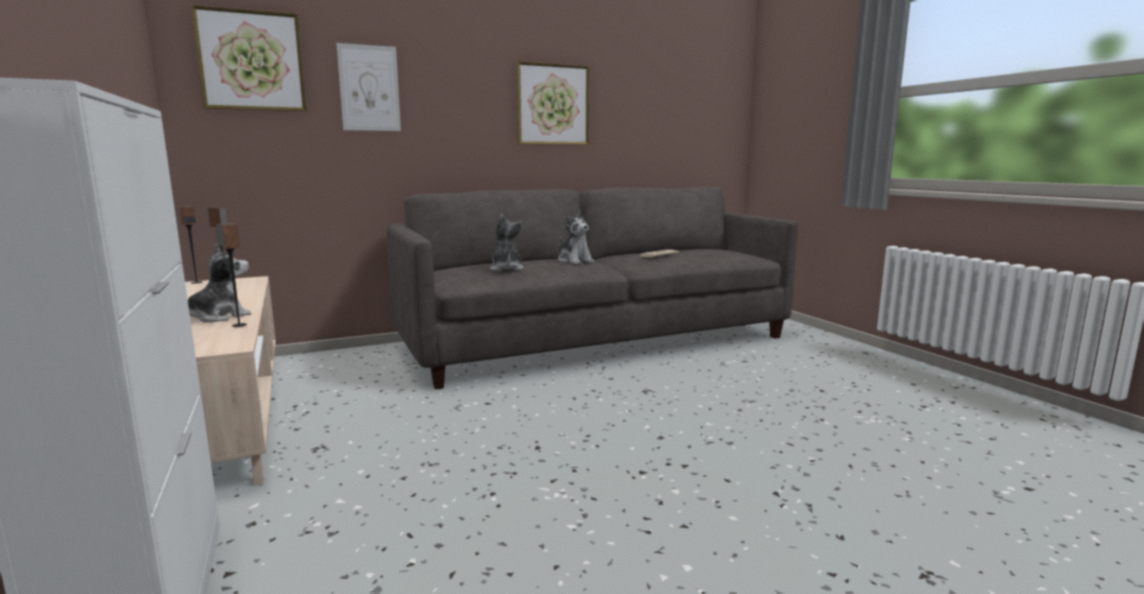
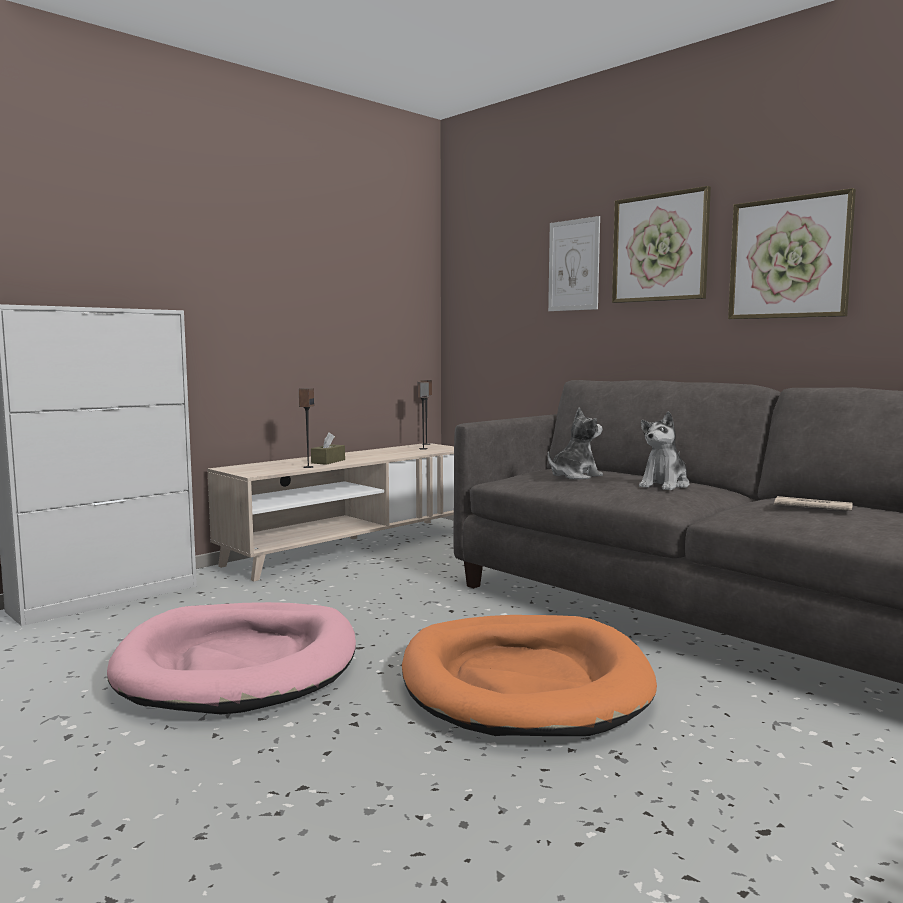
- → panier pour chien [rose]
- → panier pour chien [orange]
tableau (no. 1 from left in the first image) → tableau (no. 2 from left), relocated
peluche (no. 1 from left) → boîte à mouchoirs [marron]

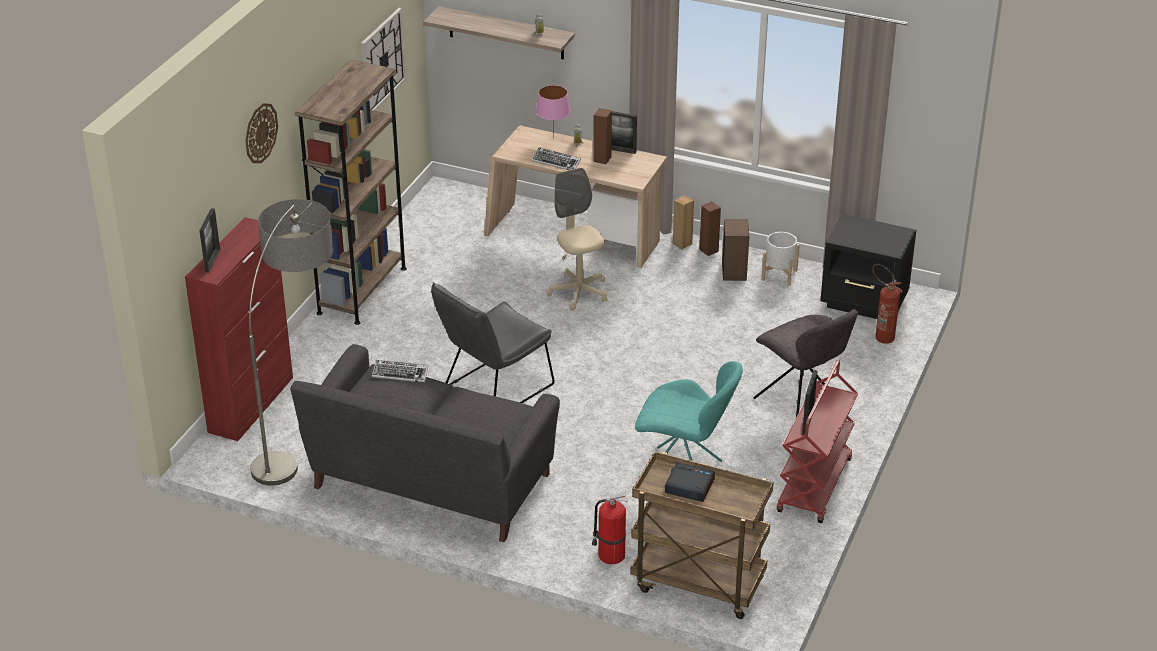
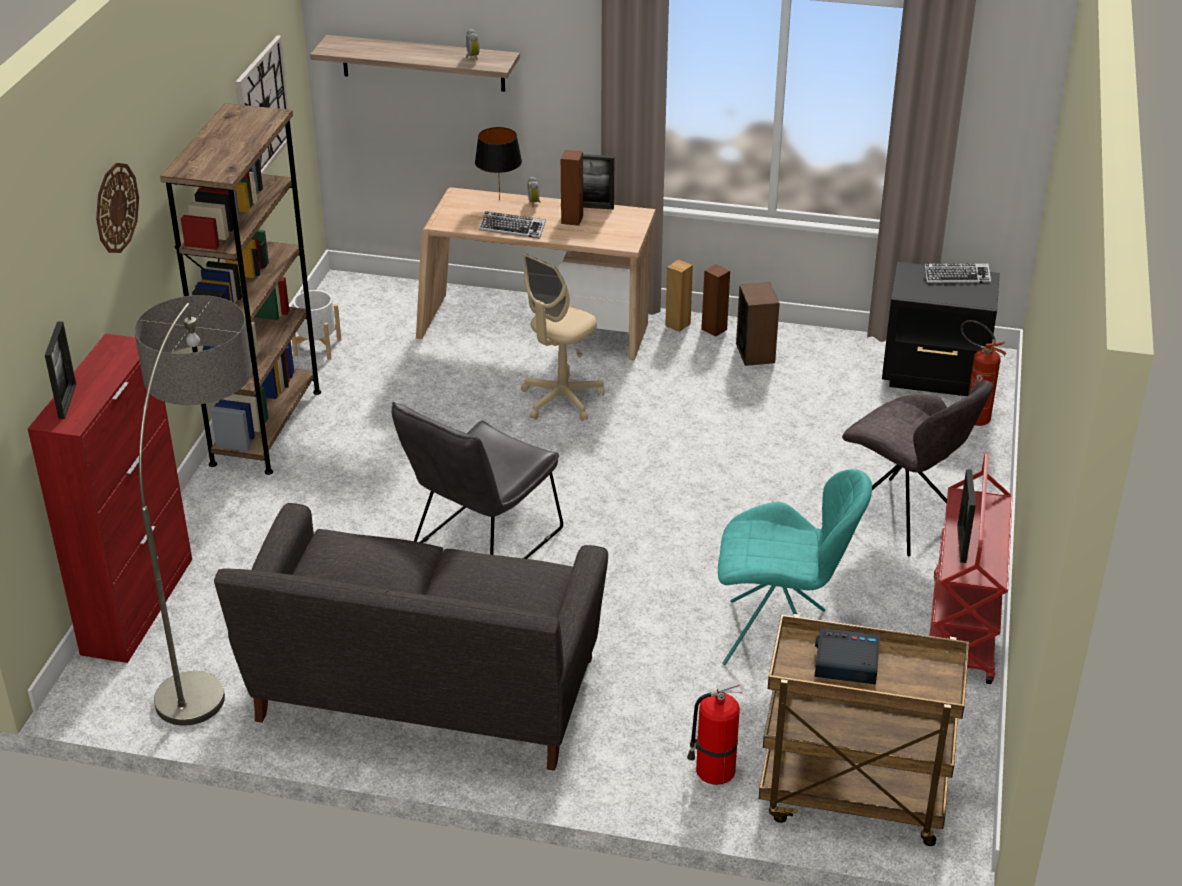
clavier (no. 1 from left in the first image) → clavier (no. 2 from left), relocated
cache-pot [blanc], relocated
lampe de table [rose] → lampe de table [noir]
chaise de bureau [beige], 105 degrees counterclockwise

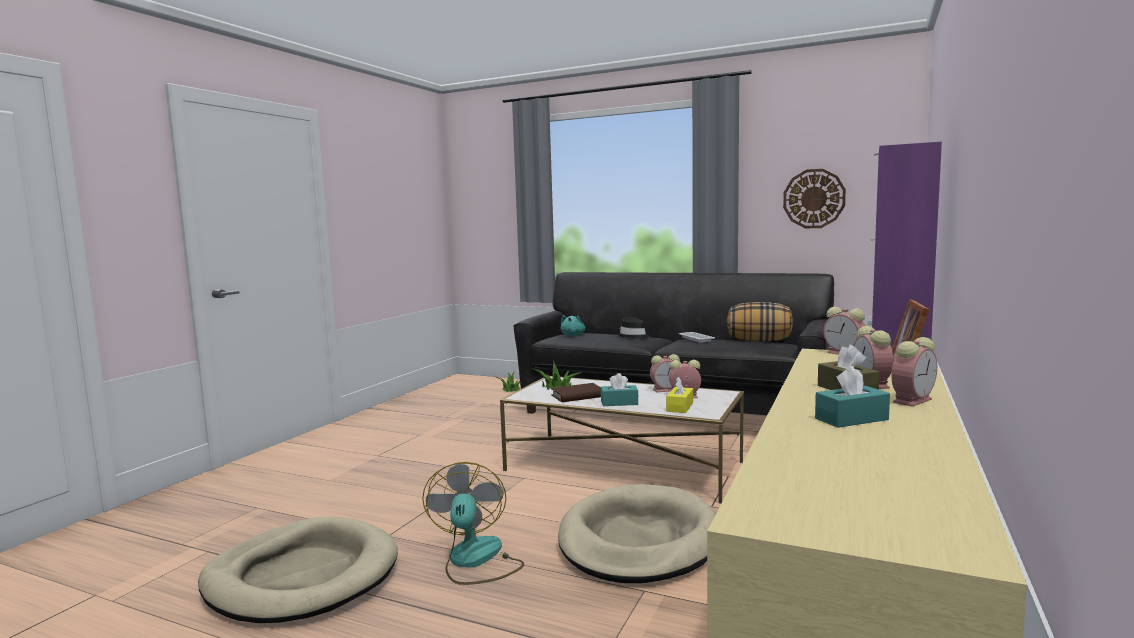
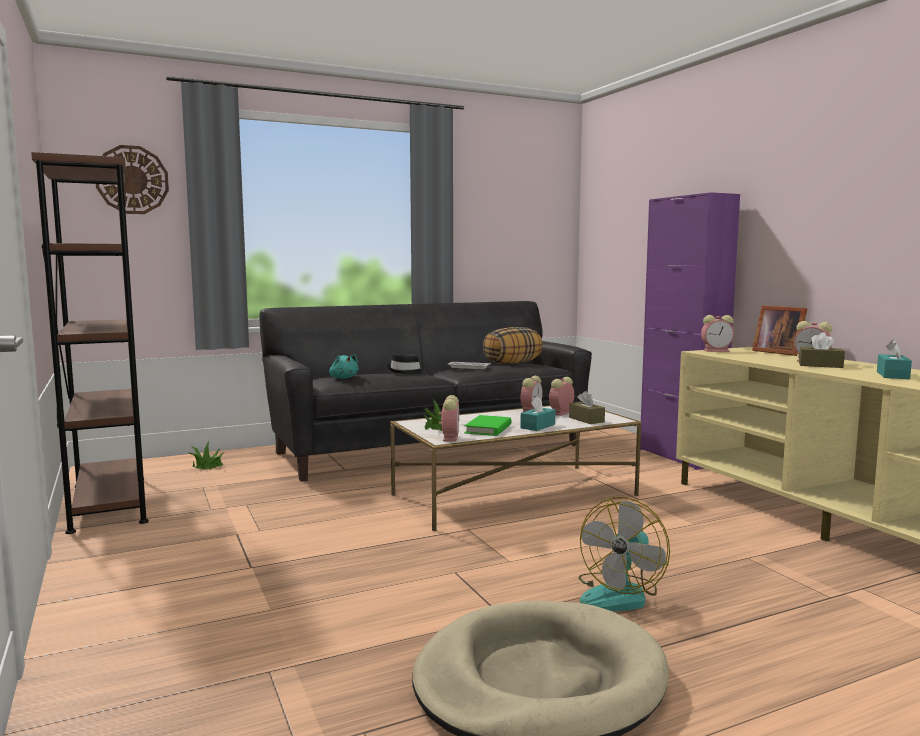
panier pour chien [beige] (no. 2 from left) → -
- → bibliothèque [marron]
horloge murale, relocated
réveil (no. 5 from left in the first image) → réveil (no. 1 from left), relocated
livre [marron] → livre [vert]
boîte à mouchoirs [jaune] → boîte à mouchoirs [marron] (no. 1 from left)
ventilateur, 90 degrees counterclockwise

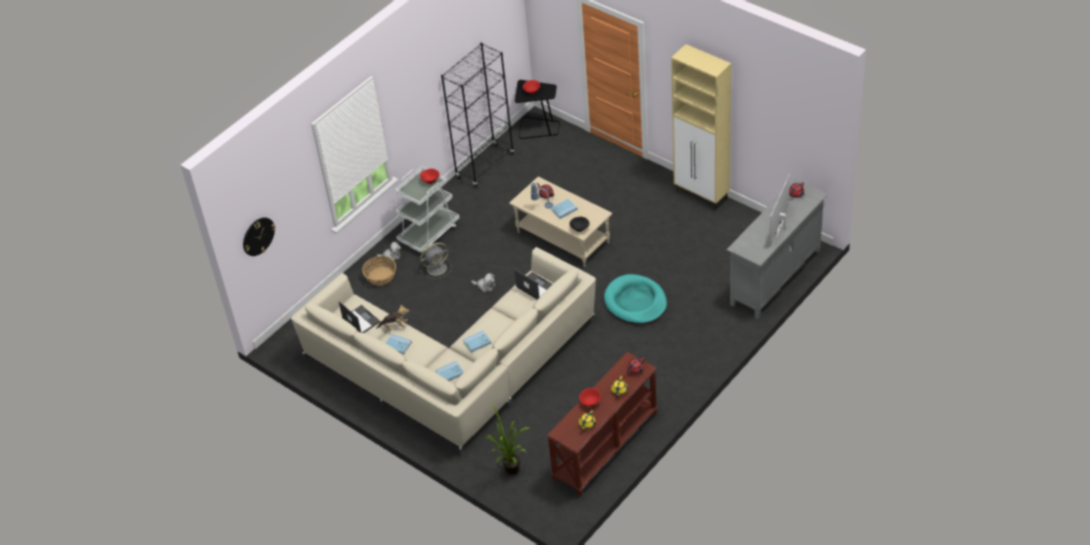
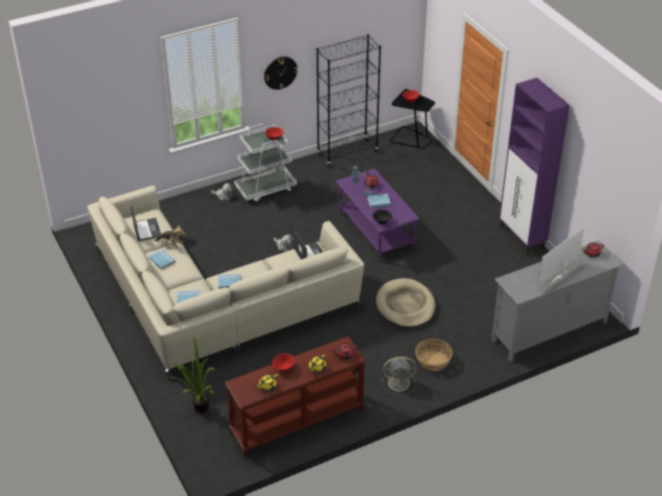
horloge murale, relocated
panier, relocated
ventilateur [gris], relocated
table basse [beige] → table basse [violet]
panier pour chien [turquoise] → panier pour chien [beige]
meuble de rangement [beige] → meuble de rangement [violet]

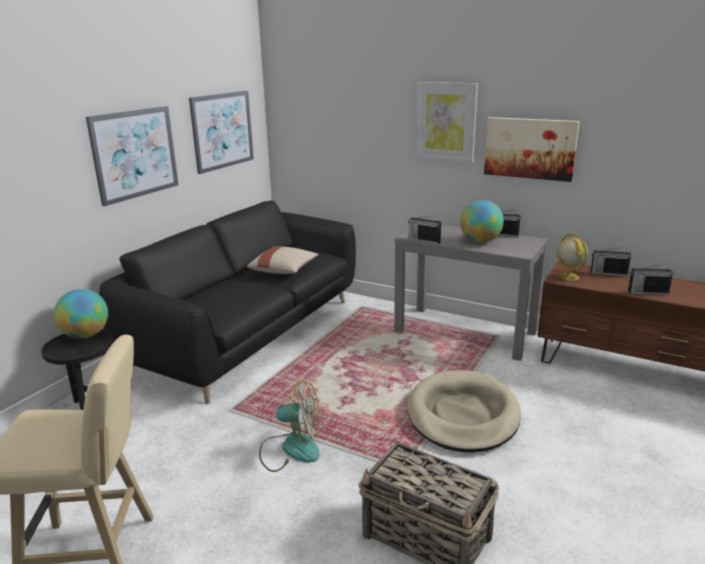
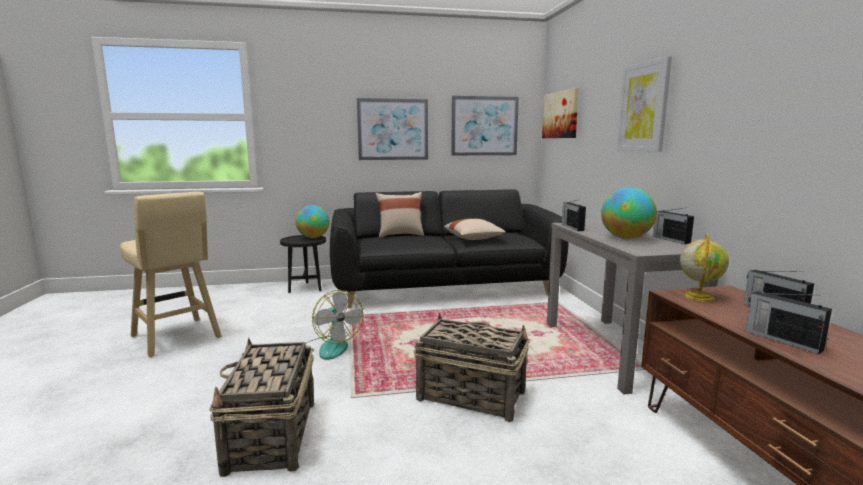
- → coussin [beige] (no. 1 from left)
tableau (no. 4 from left in the first image) → tableau (no. 3 from left), relocated
panier pour chien [beige] → panier (no. 2 from left)

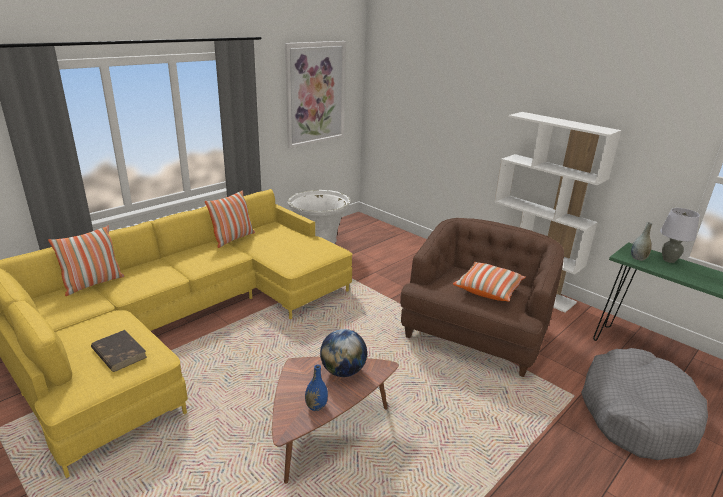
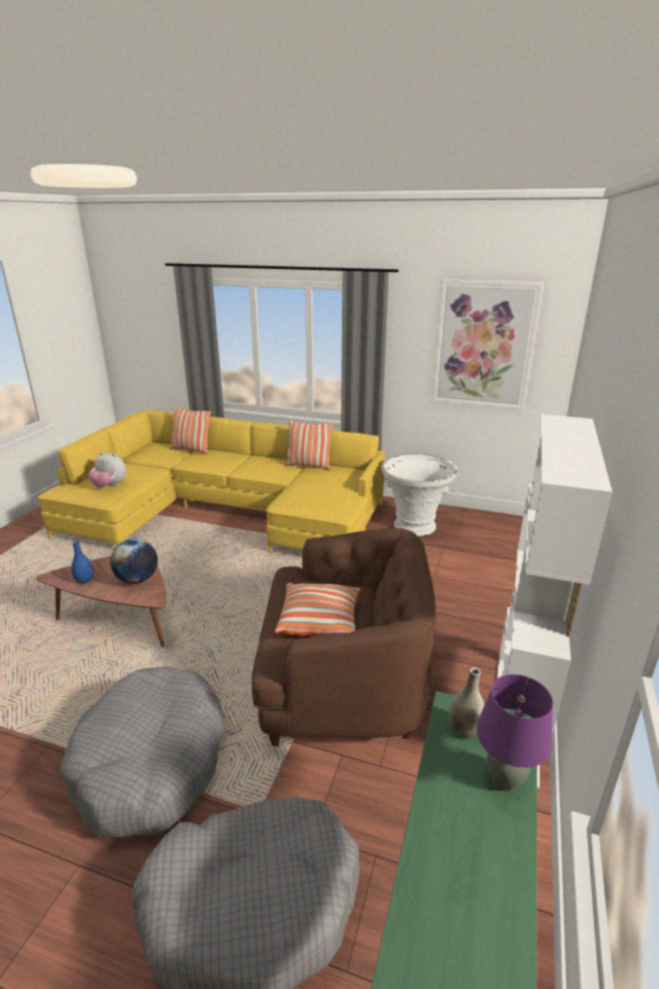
- → panier pour chien [gris] (no. 1 from left)
livre [marron] → peluche
lampe de table [gris] → lampe de table [violet]

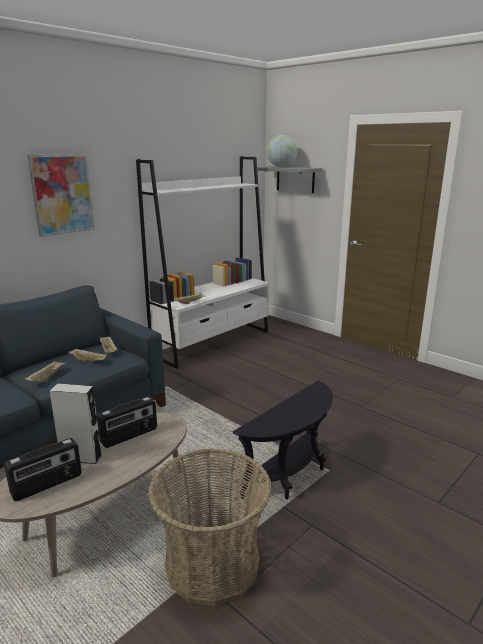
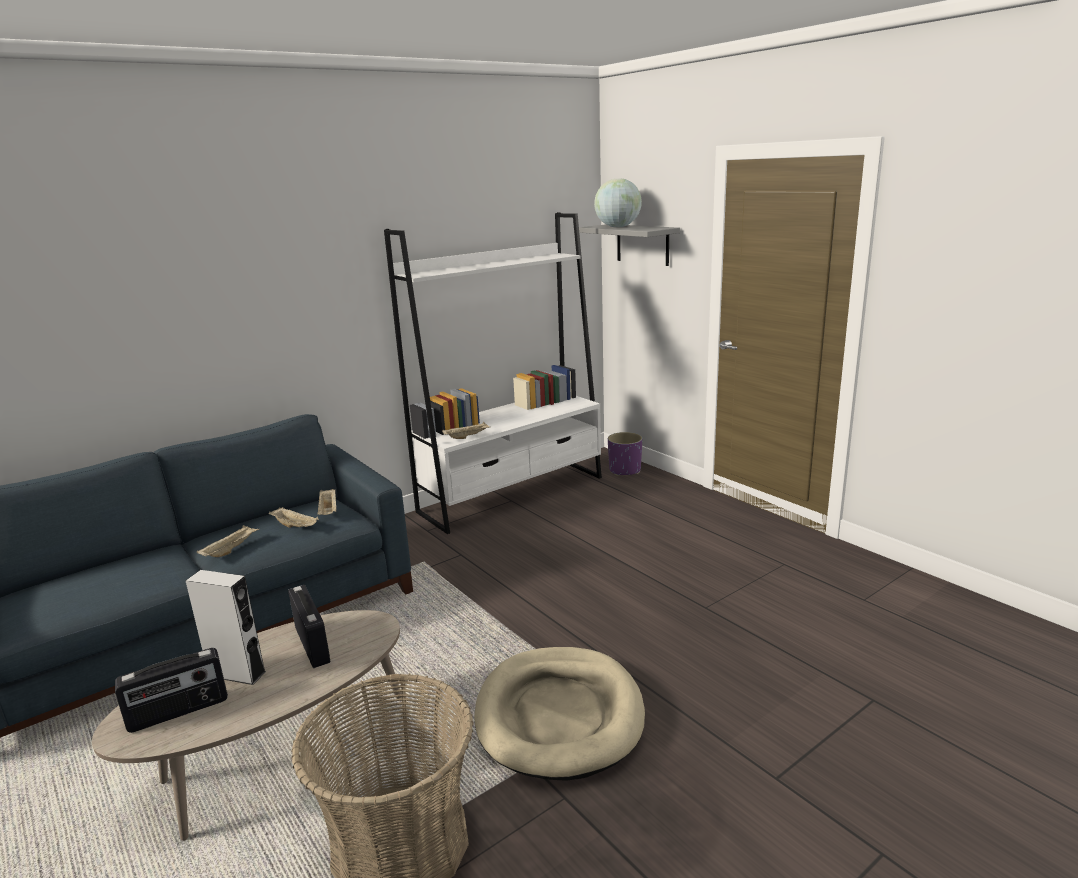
tableau → -
- → cache-pot [violet]
table d'appoint [noir] → panier pour chien [beige]
radio (no. 2 from left), 90 degrees counterclockwise

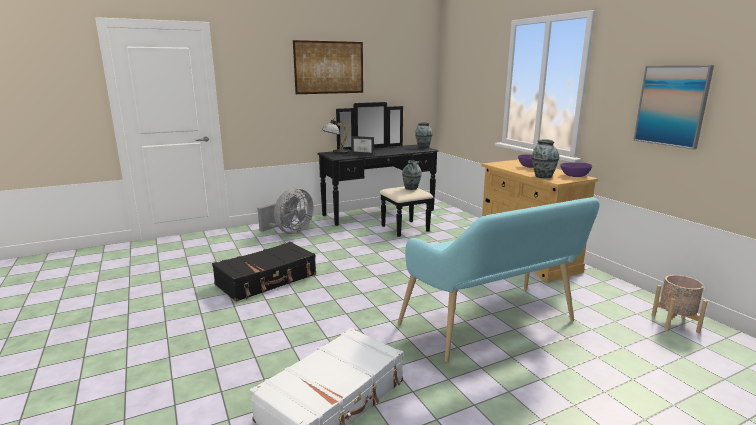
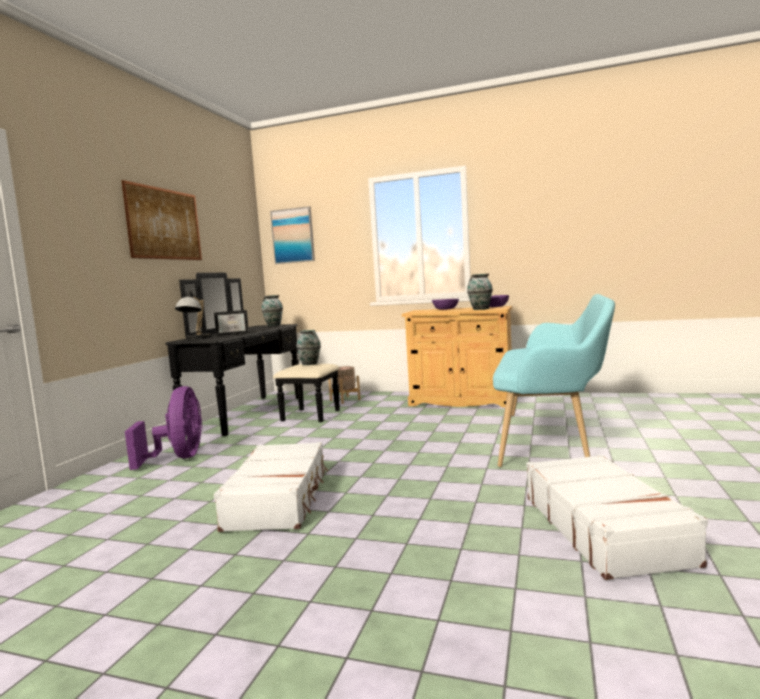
tableau (no. 2 from left), relocated
cache-pot [beige], relocated
valise [noir] → valise [blanc] (no. 1 from left)
ventilateur [gris] → ventilateur [violet]

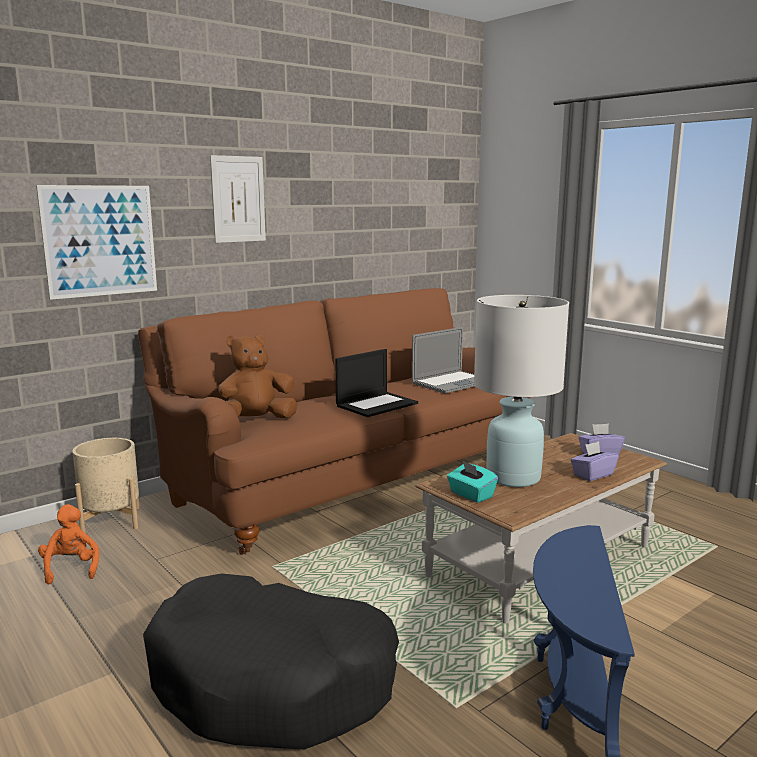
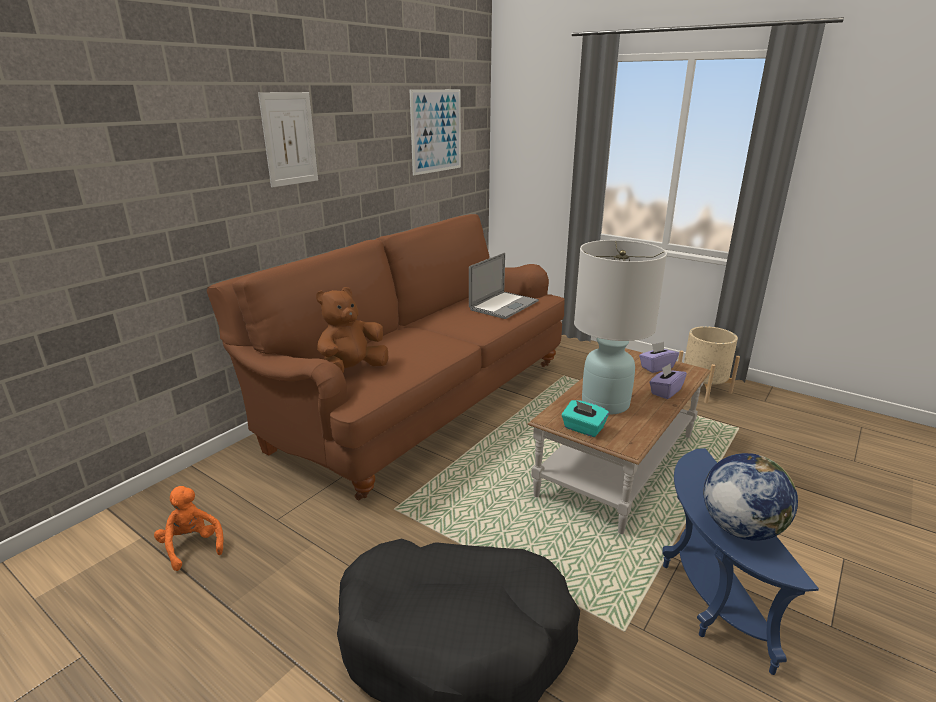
ordinateur portable (no. 1 from left) → -
- → globe
tableau (no. 1 from left in the first image) → tableau (no. 2 from left), relocated
cache-pot [beige], relocated

